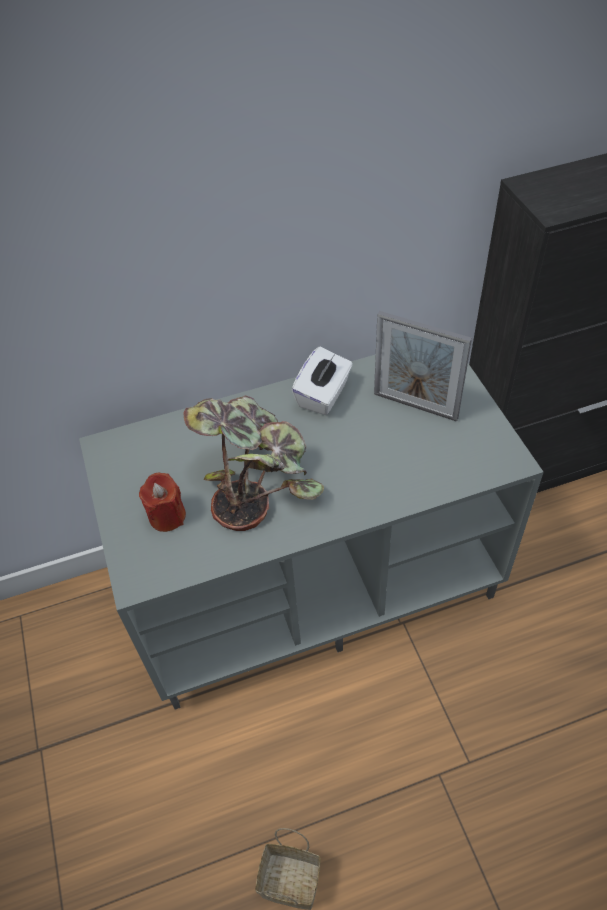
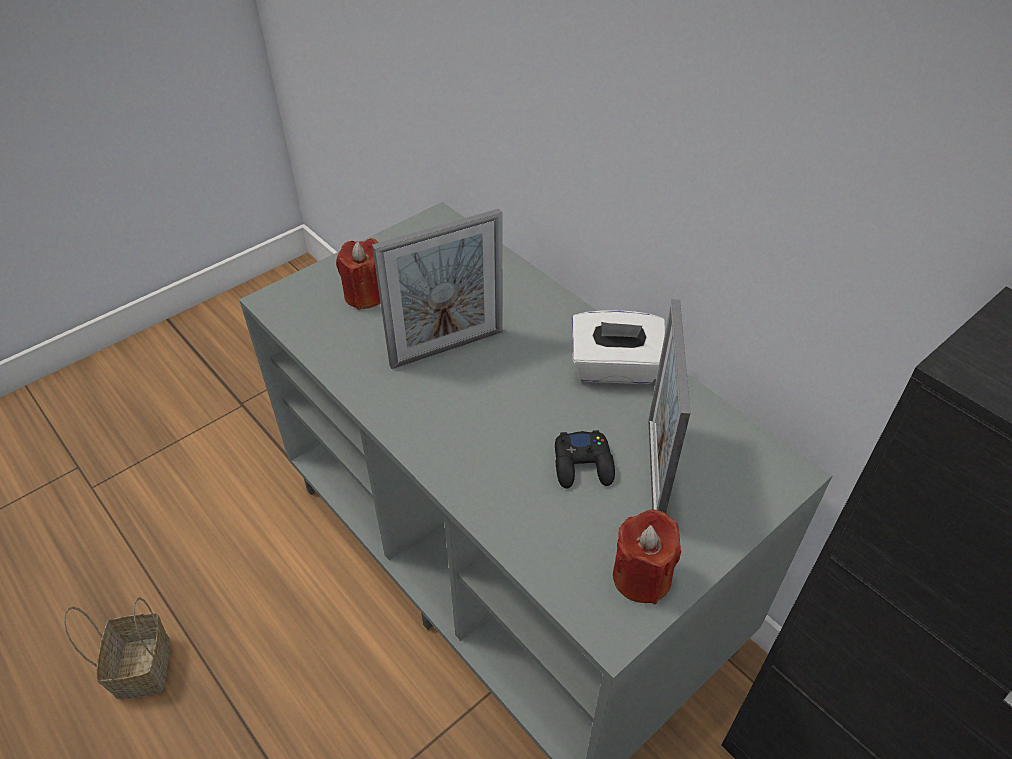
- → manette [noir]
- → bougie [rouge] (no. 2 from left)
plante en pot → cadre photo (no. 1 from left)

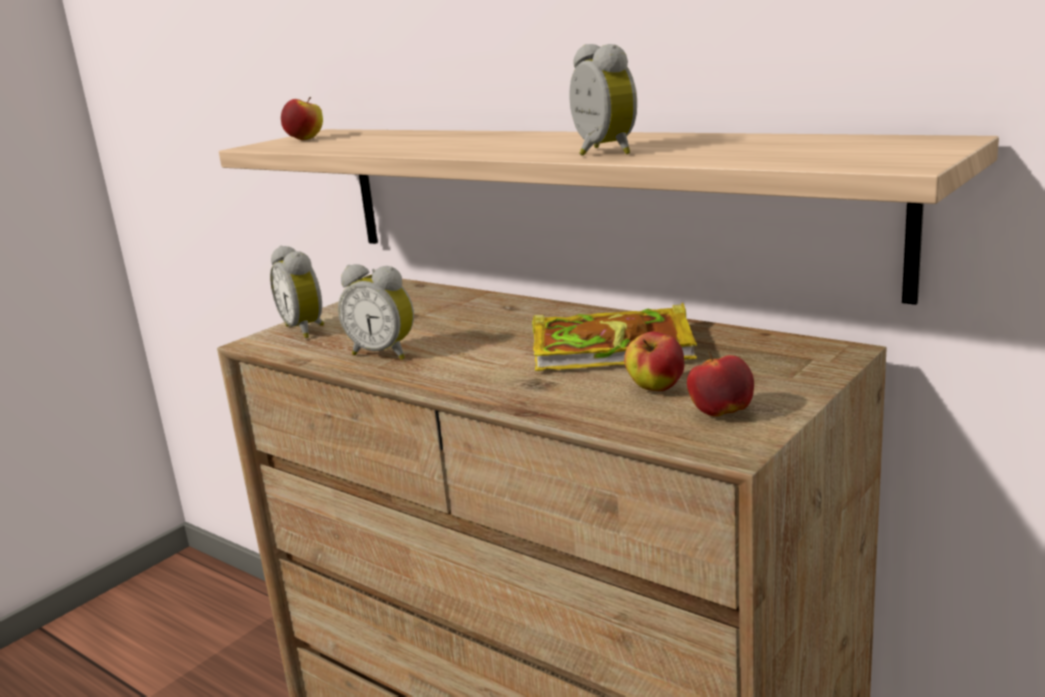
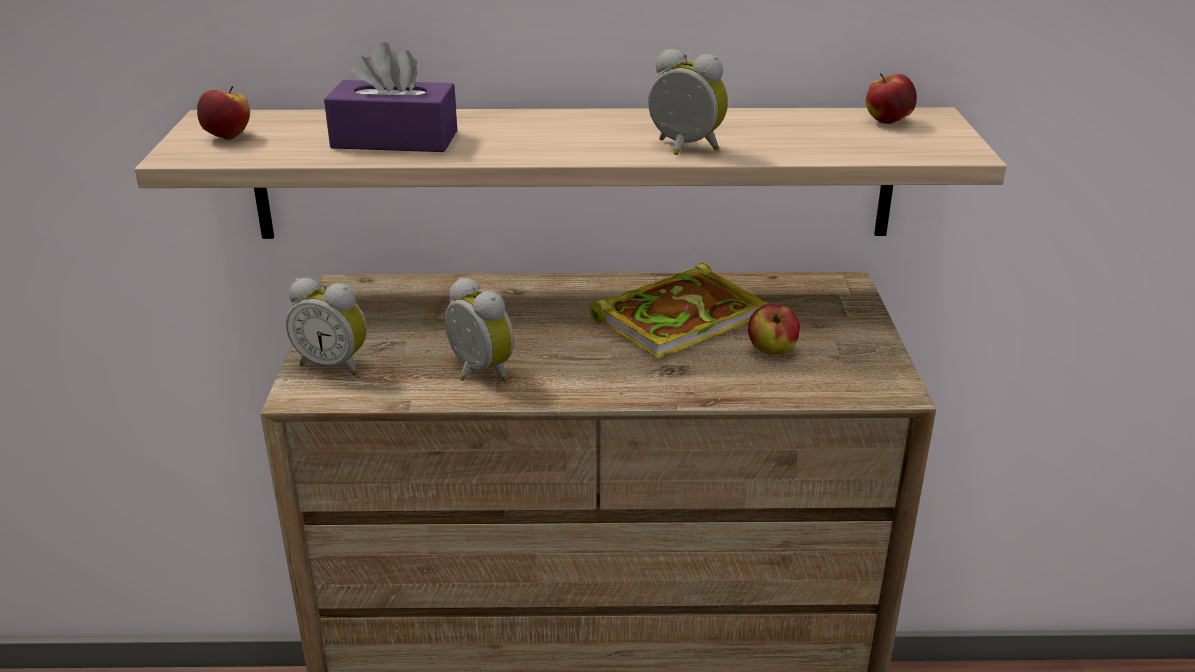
- → boîte à mouchoirs [violet]
pomme (no. 3 from left), relocated
réveil (no. 2 from left), 120 degrees counterclockwise

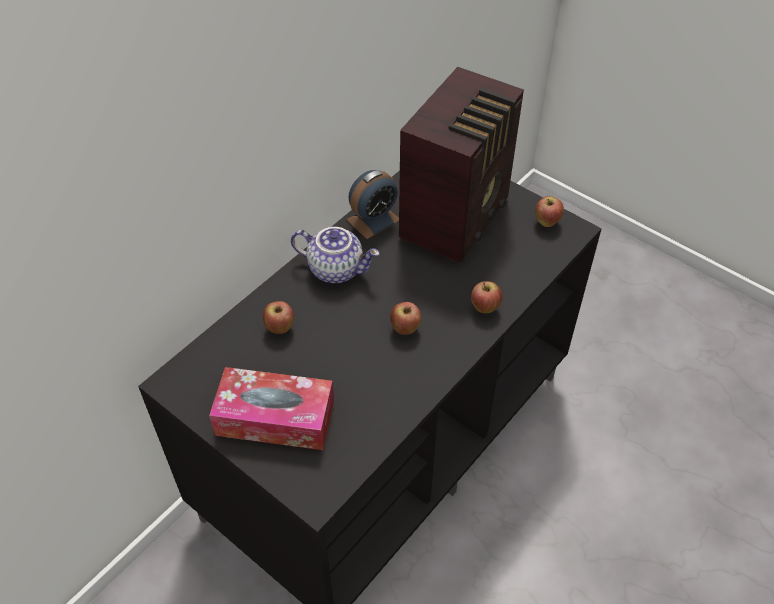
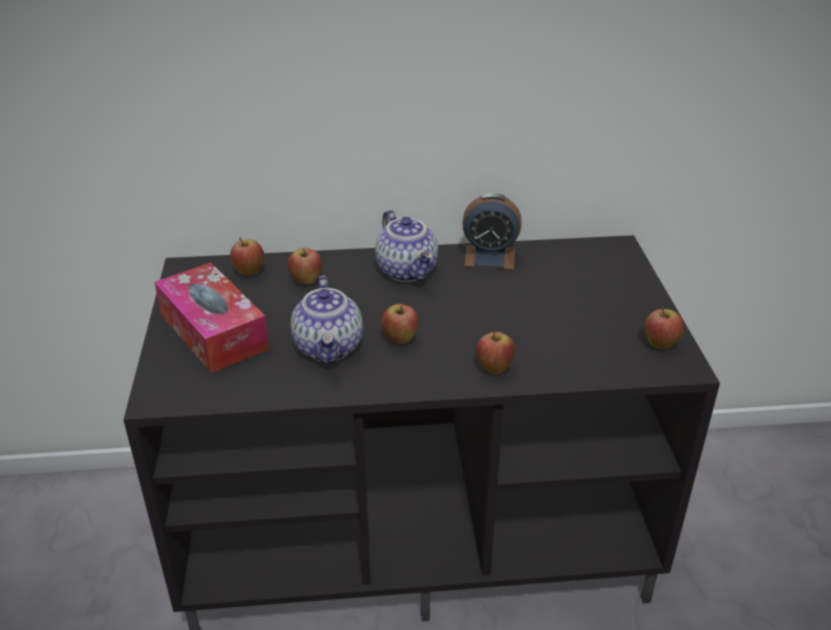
radio → -
- → pomme (no. 1 from left)
- → théière (no. 1 from left)

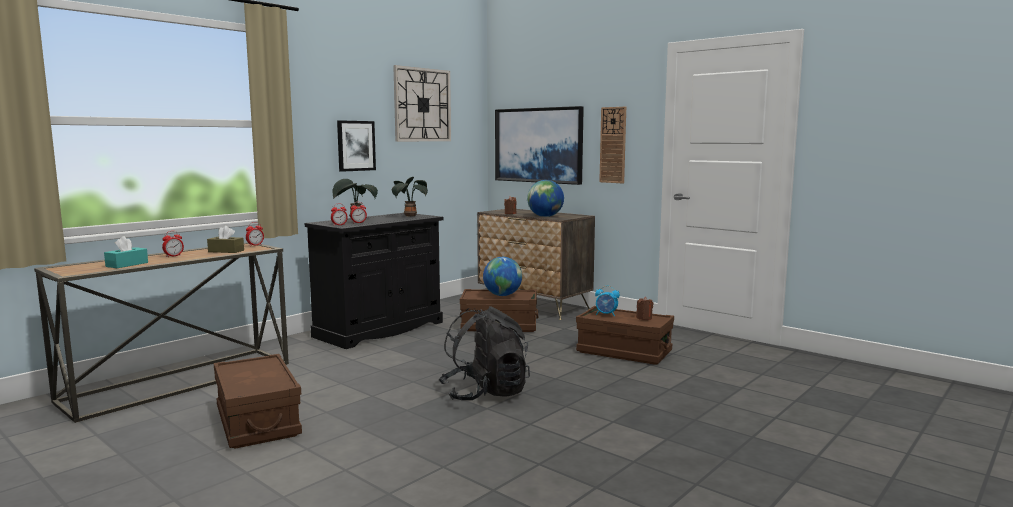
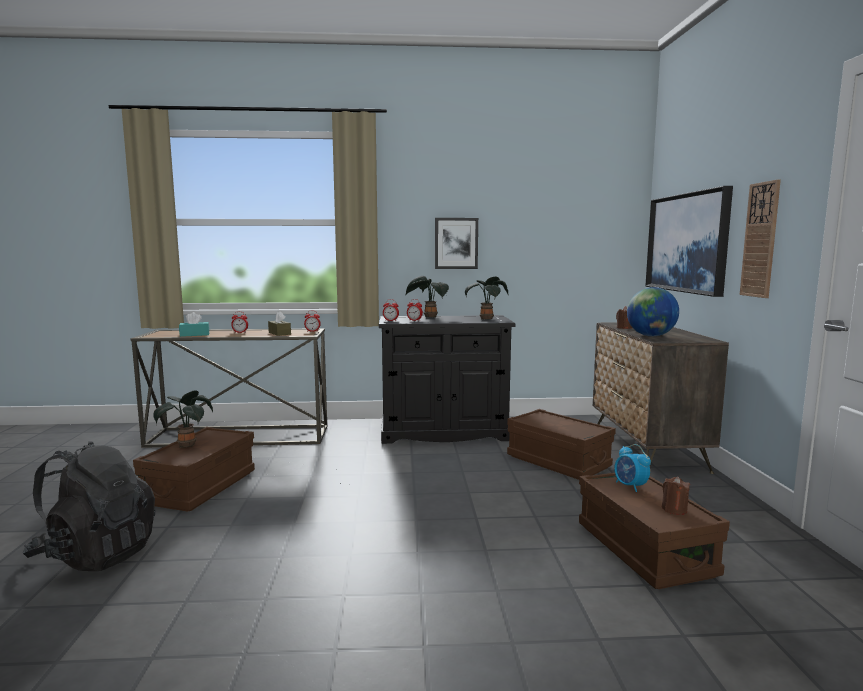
horloge murale (no. 1 from left) → -
globe (no. 1 from left) → -
- → plante en pot (no. 1 from left)
sac à dos [noir], relocated

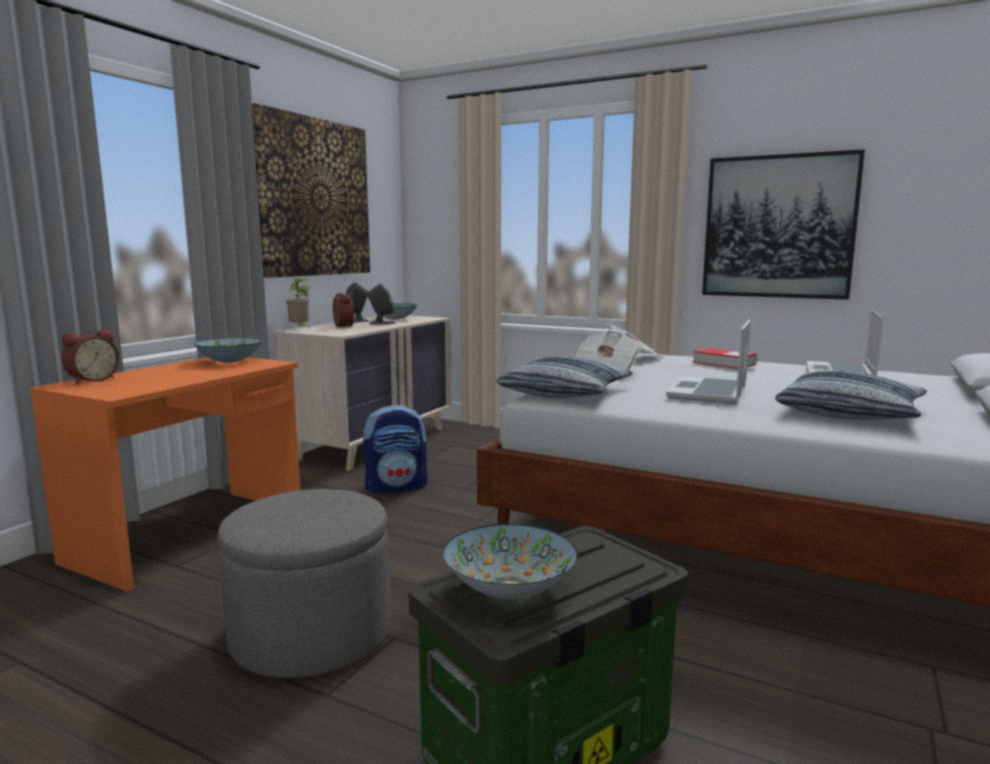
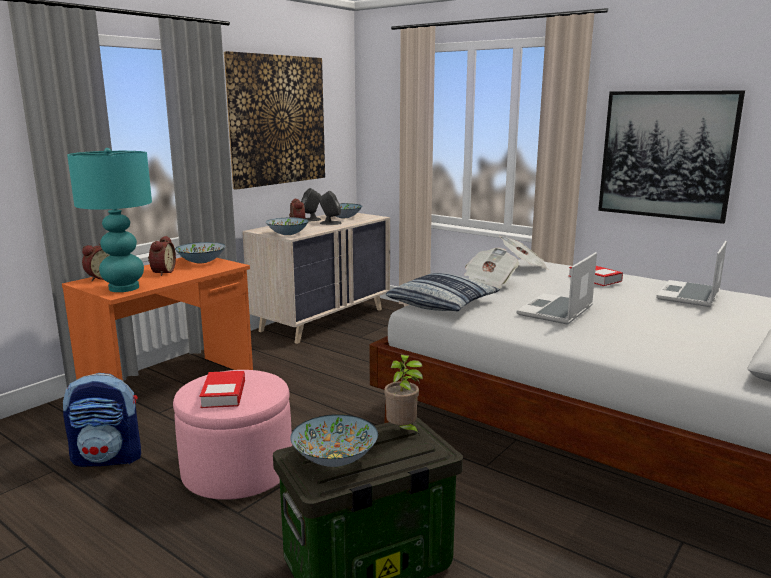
coussin (no. 2 from left) → -
- → lampe de table [turquoise]
- → réveil (no. 2 from left)
- → livre (no. 1 from left)
- → bol (no. 2 from left)
plante en pot, relocated
sac à dos, relocated
pouf [gris] → pouf [rose]

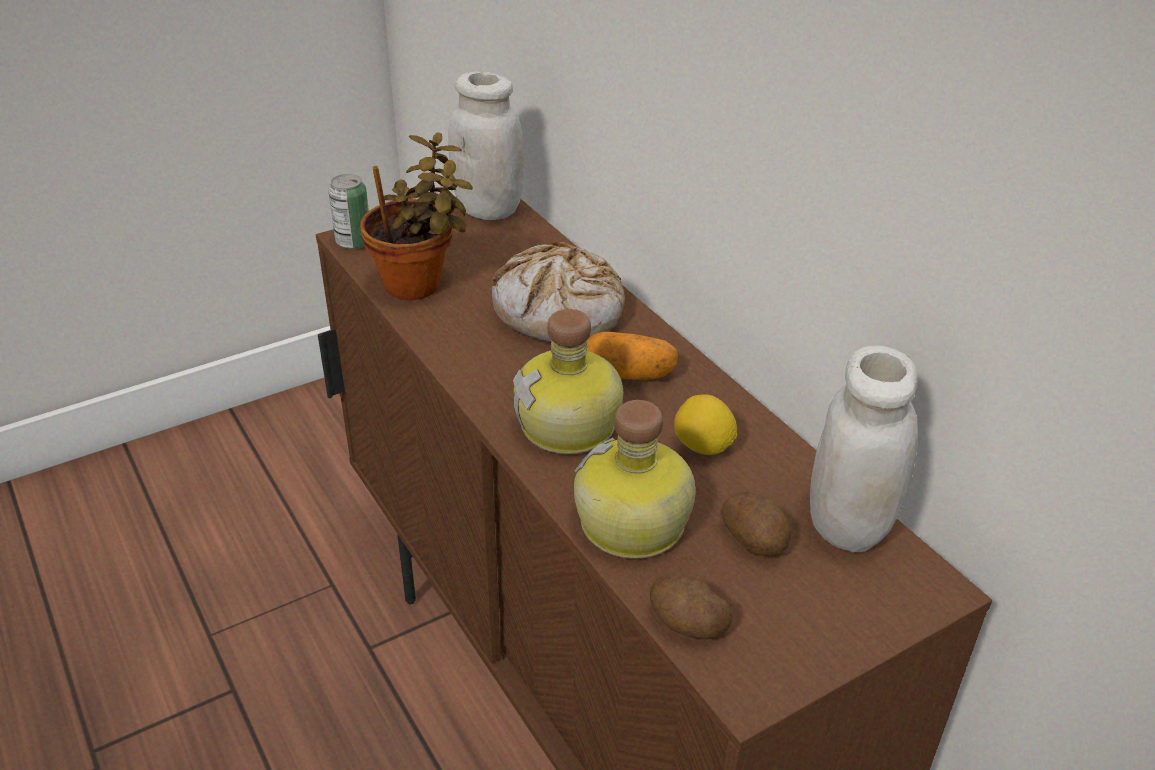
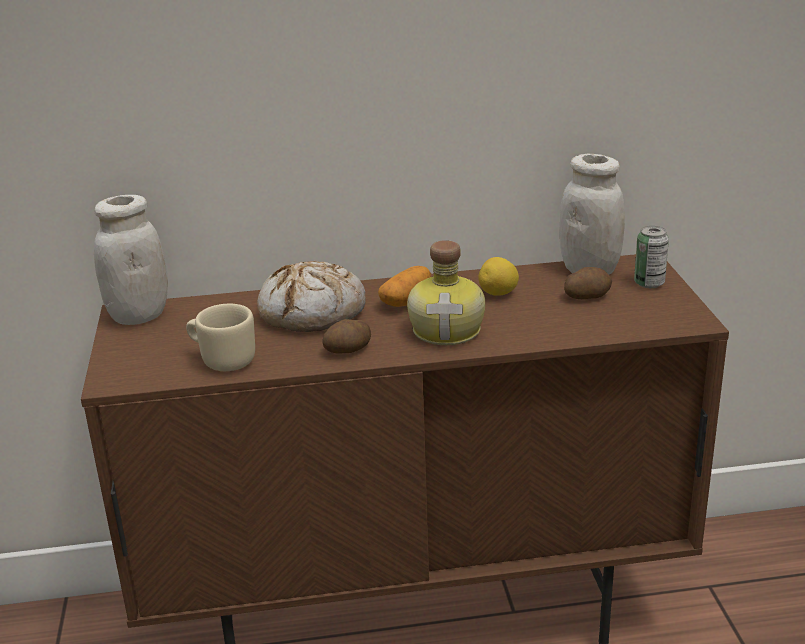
bouteille (no. 2 from left) → -
boîte métallique, relocated
pomme de terre (no. 2 from left in the first image) → pomme de terre (no. 1 from left), relocated
plante en pot → mug [beige]

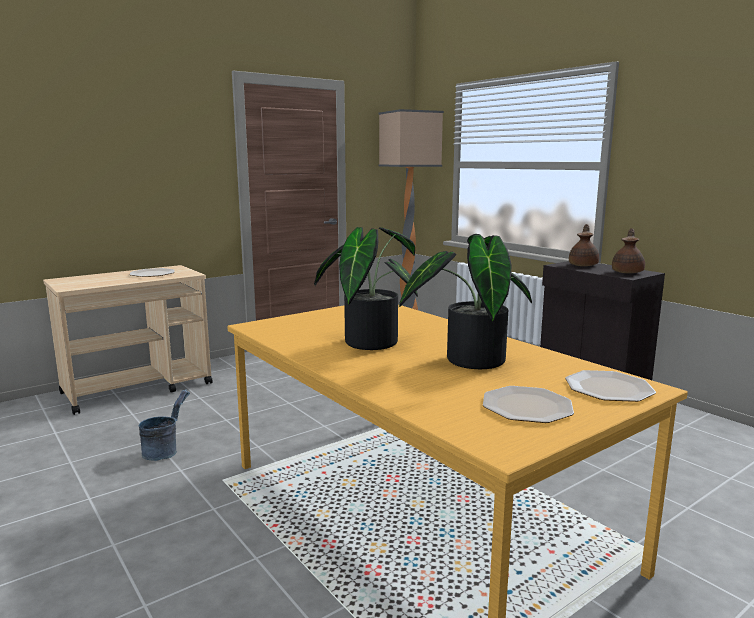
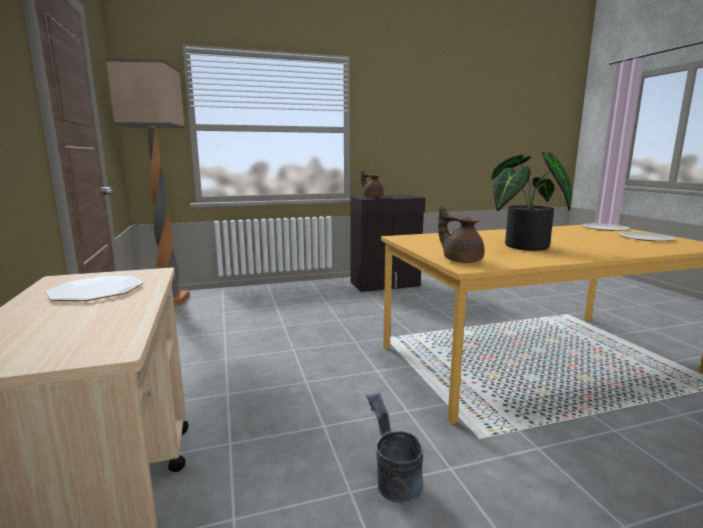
plante en pot (no. 2 from left) → -
théière [marron] (no. 2 from left), relocated

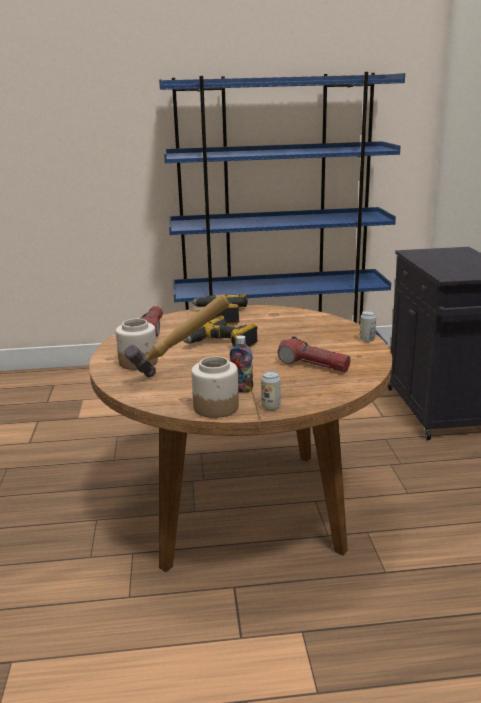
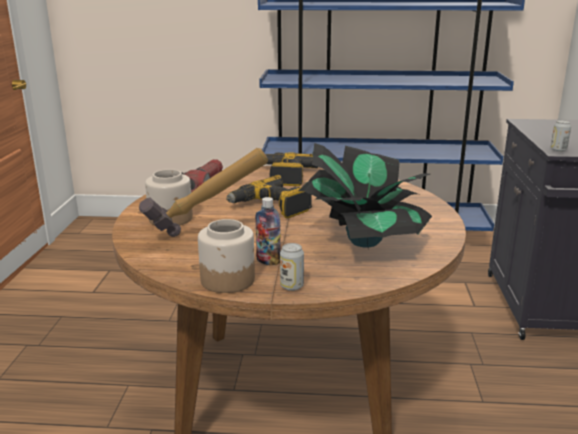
boîte métallique (no. 2 from left), relocated
lampe de poche (no. 2 from left) → plante en pot

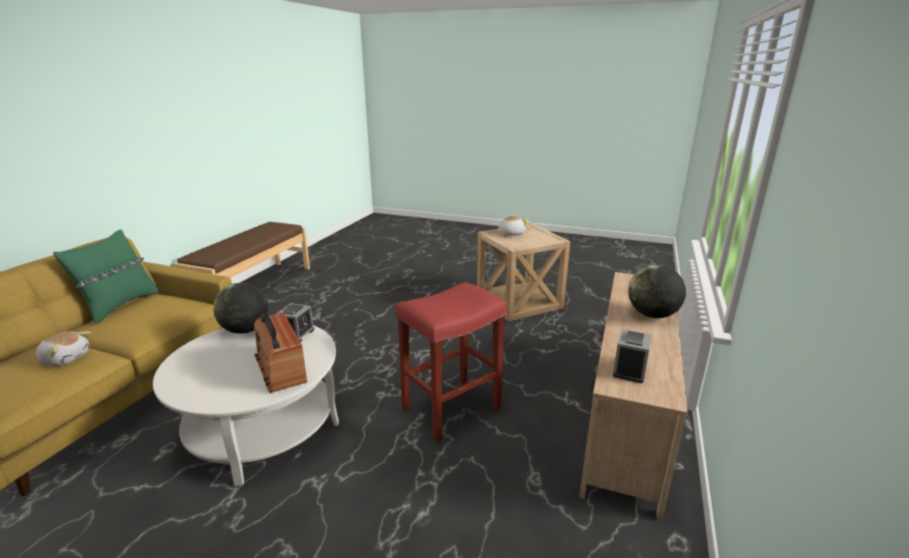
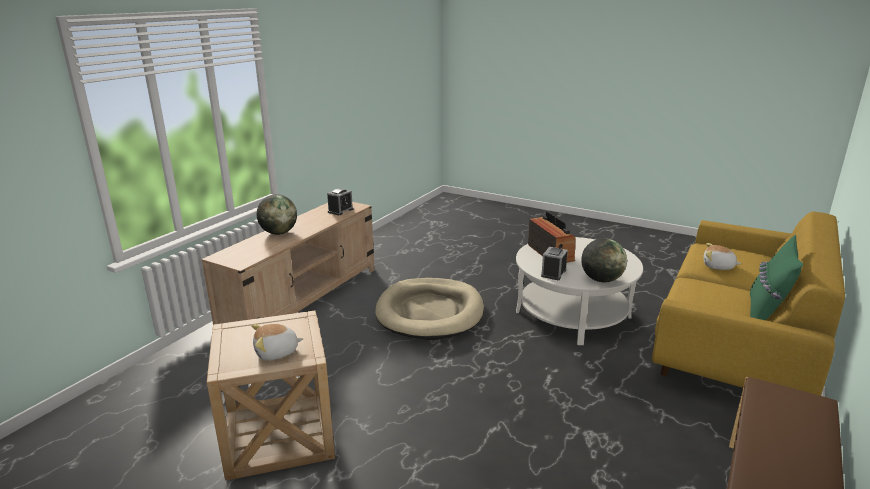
tabouret [rouge] → panier pour chien [beige]

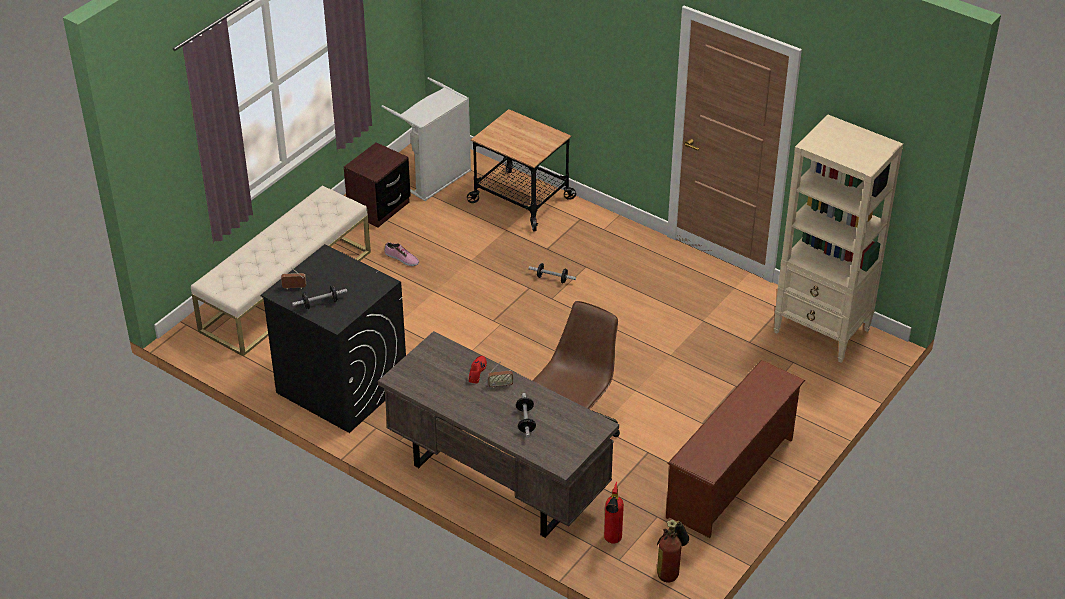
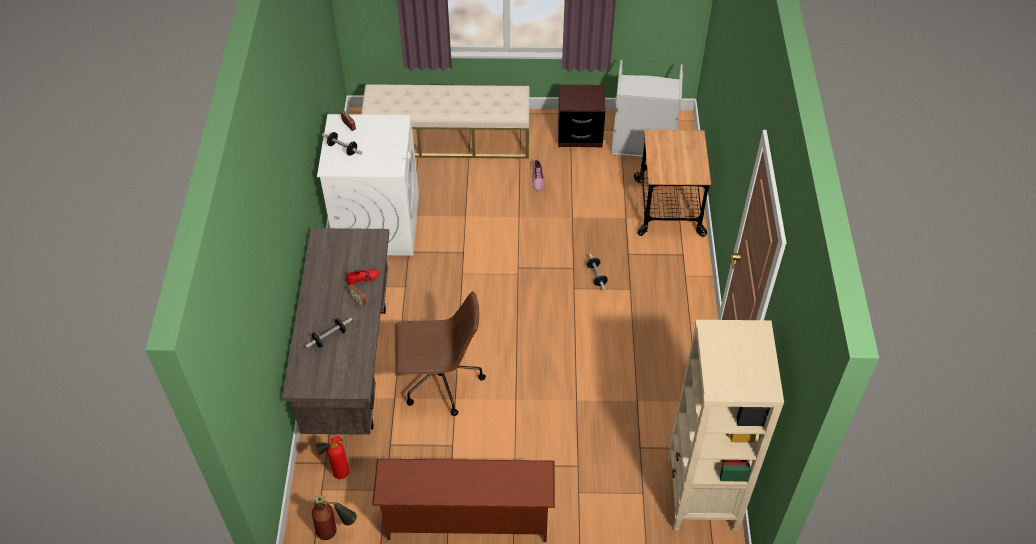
lave-linge [noir] → lave-linge [blanc]

